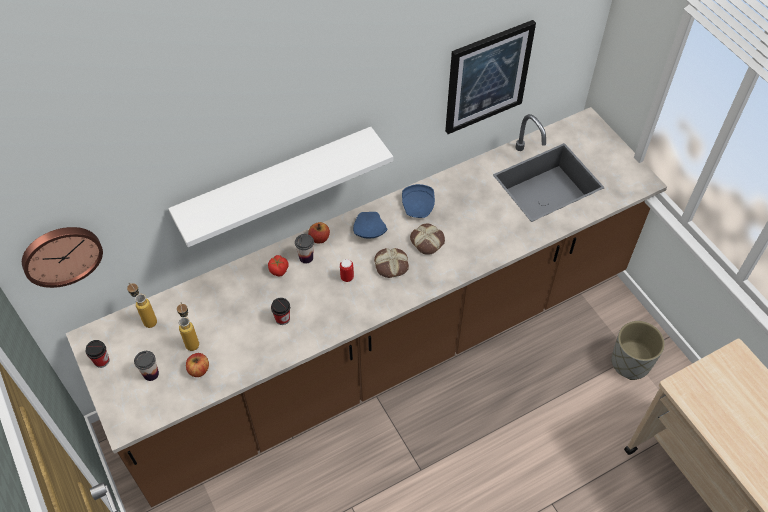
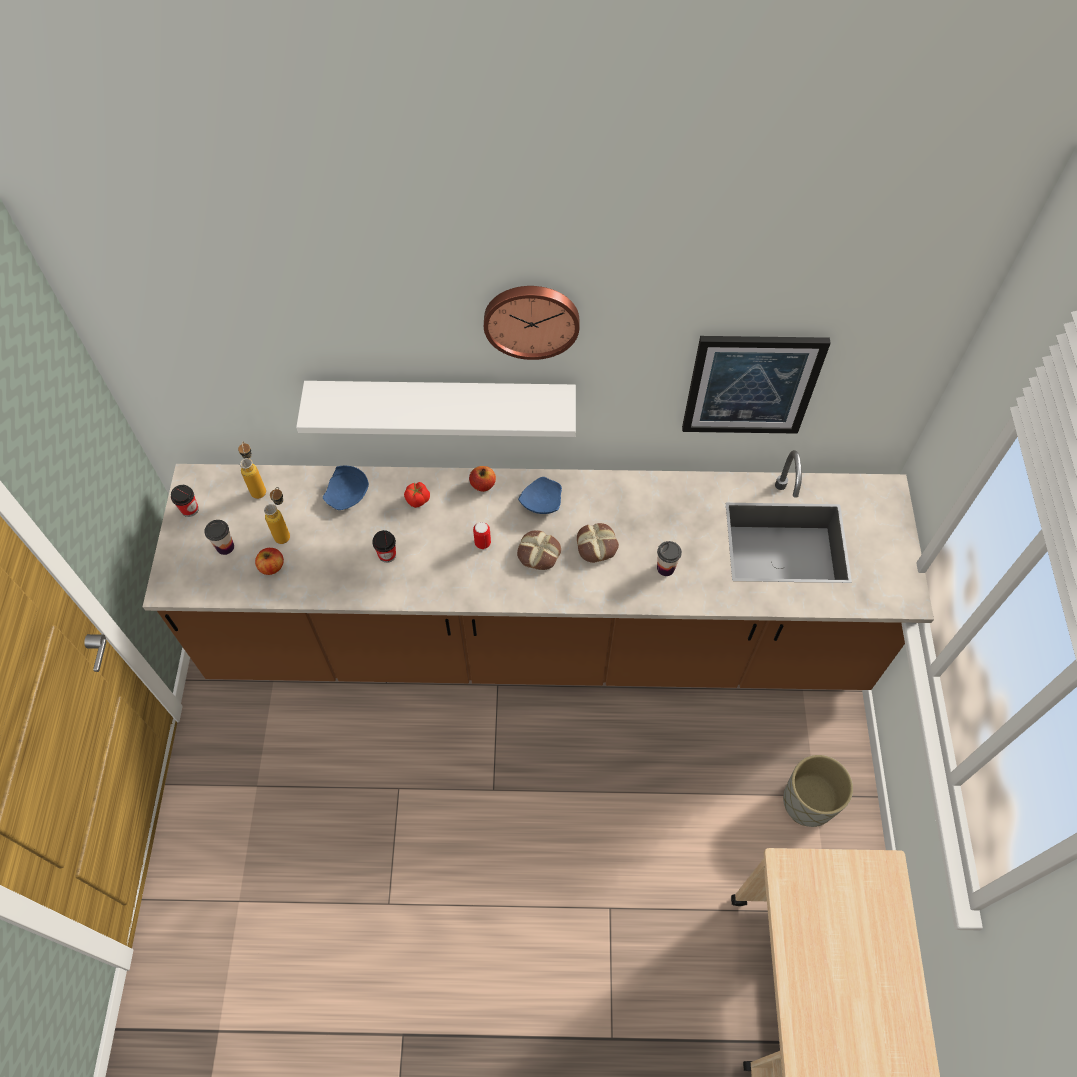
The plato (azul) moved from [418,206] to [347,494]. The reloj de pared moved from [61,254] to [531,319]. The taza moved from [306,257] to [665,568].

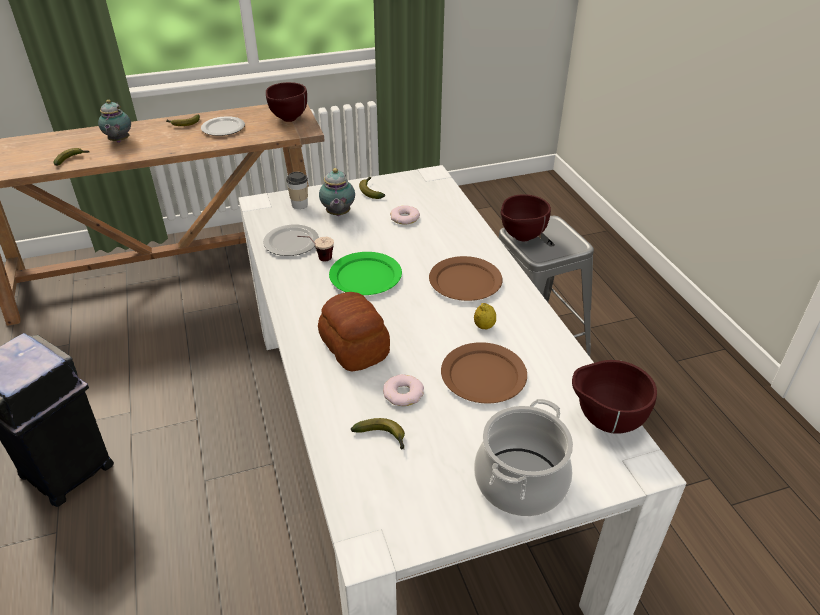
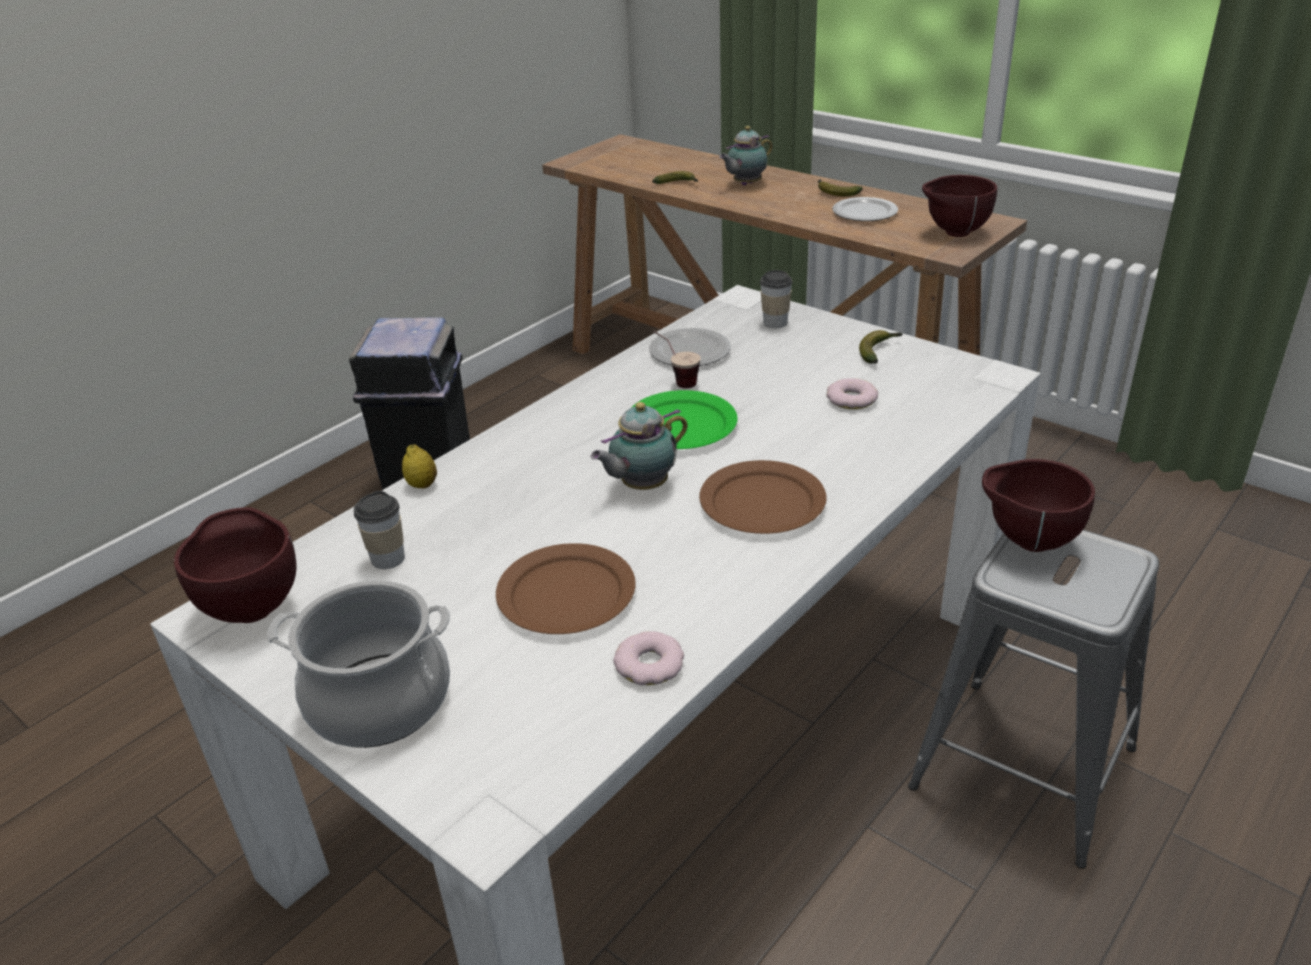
The tetera moved from [338,214] to [641,486]. The pan at [355,347] disappeared. The limón moved from [484,326] to [422,485]. The cuenco (marrón) moved from [604,421] to [253,607]. The rosquilla moved from [403,393] to [650,665]. The plátano at [383,437] was replaced by the taza at [388,559].

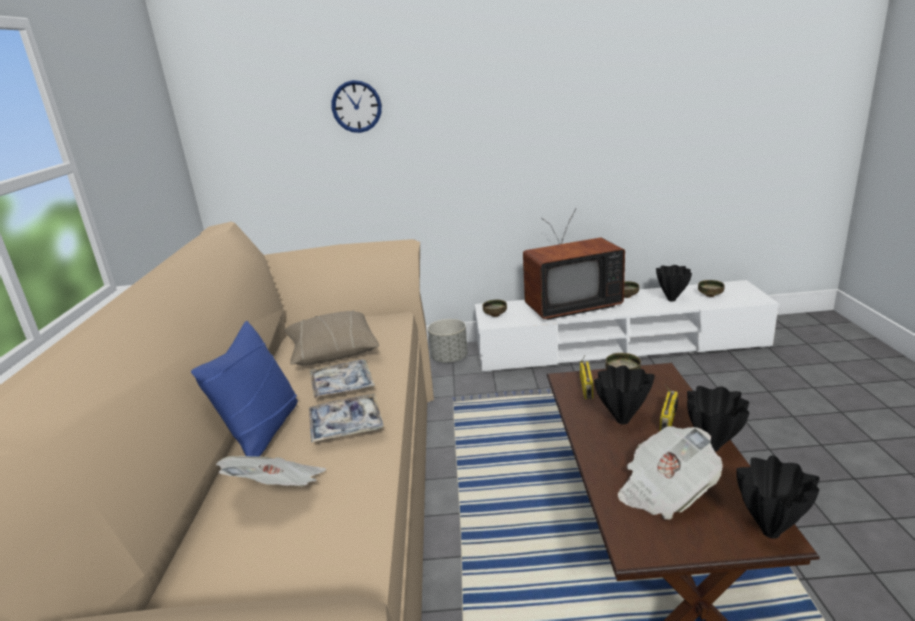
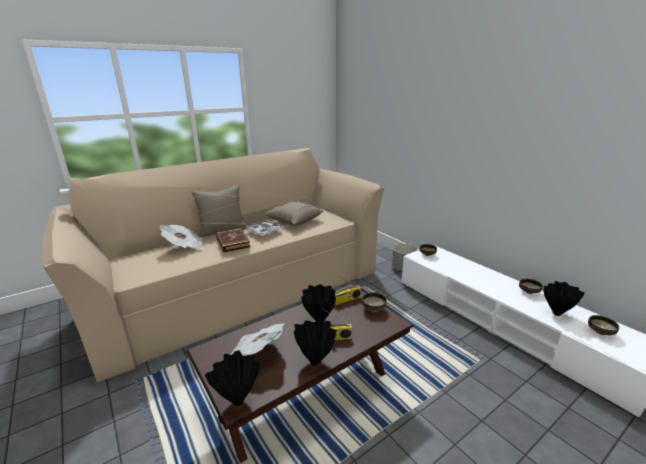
The reloj de pared at [356,106] disappeared. The televisor at [569,306] disappeared. The cojín (azul) at [263,431] became the cojín (beis) at [222,230]. The bandeja at [346,425] was replaced by the libro at [233,242].

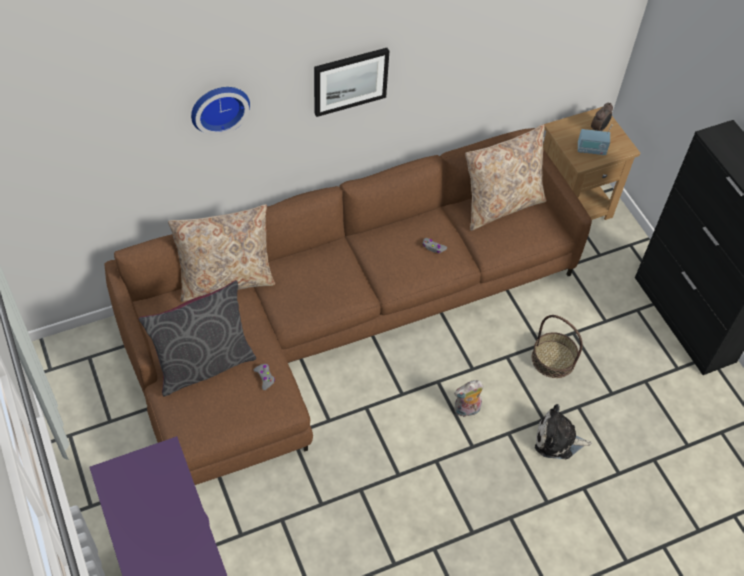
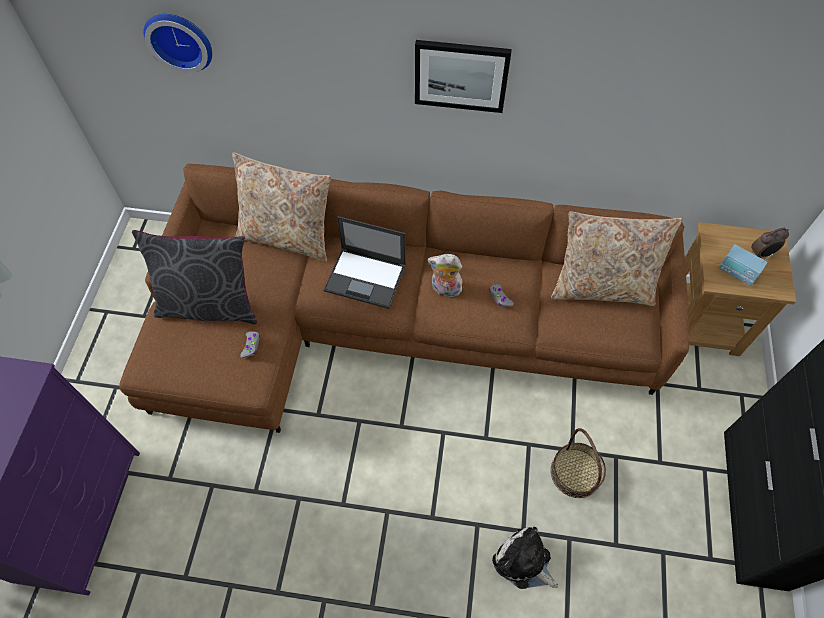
The reloj de pared moved from [218,106] to [180,39]. The peluche moved from [466,410] to [445,290]. The portátil at [366,278] appeared.

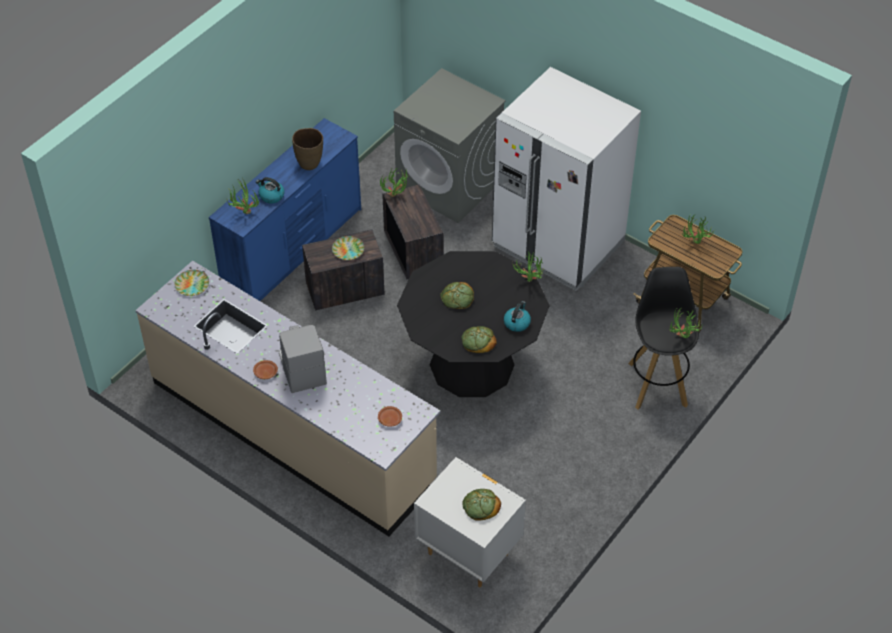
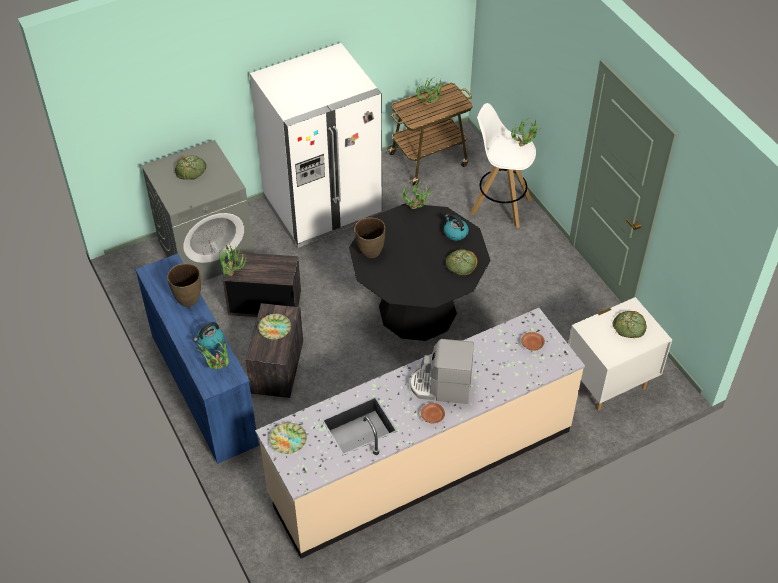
The taburete (negro) at [657,383] became the taburete (blanco) at [500,206]. The pan moved from [457,298] to [191,169]. The florero (marrón) at [370,252] appeared.

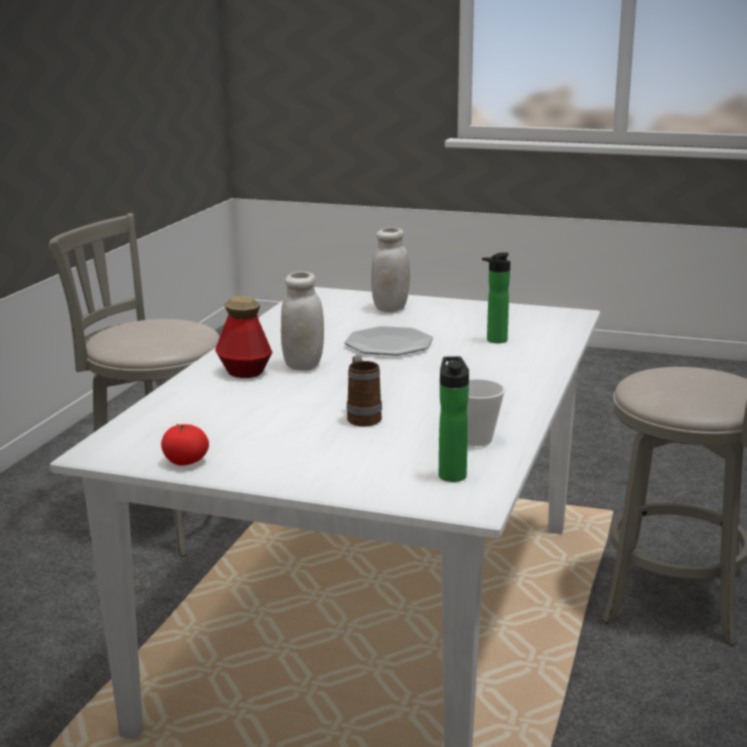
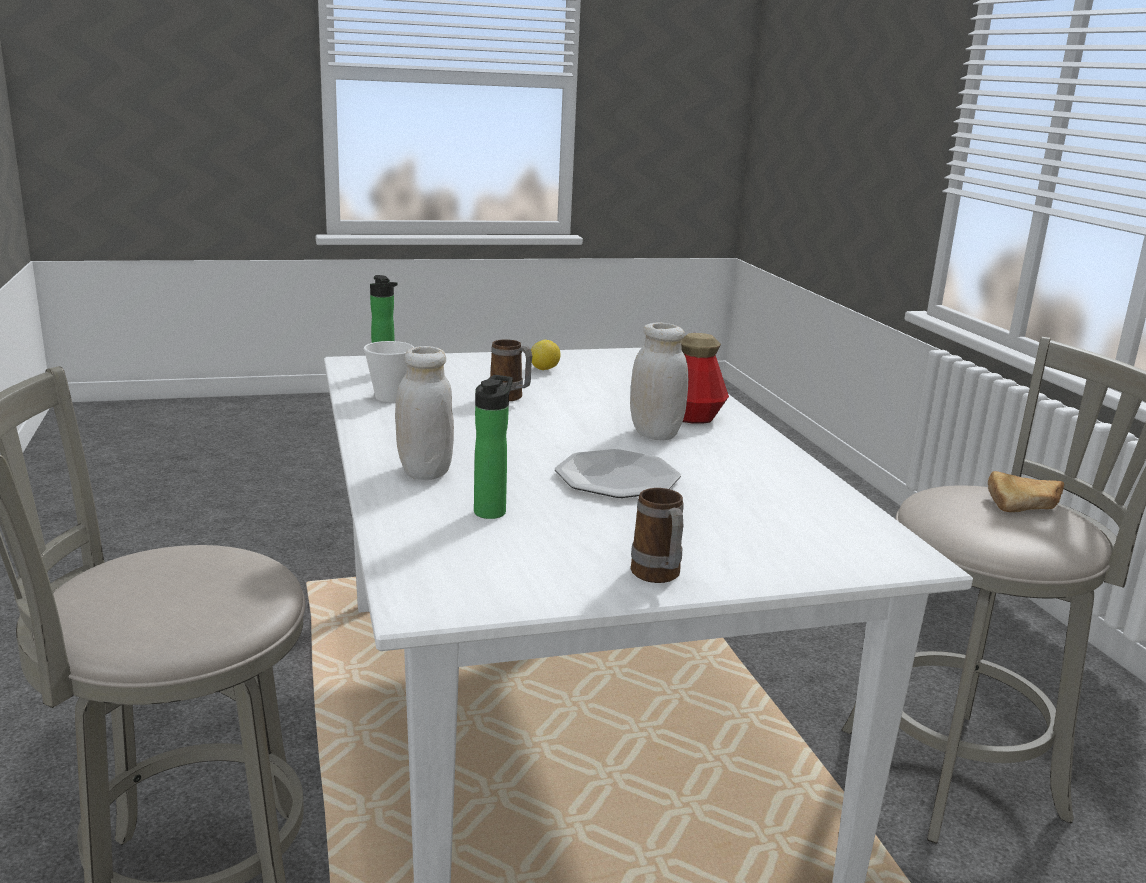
The tarro (blanco) moved from [390,308] to [425,472]. The tomate at [185,462] disappeared. The limón at [545,369] appeared. The pan at [1026,505] appeared. The taza grande at [658,577] appeared.

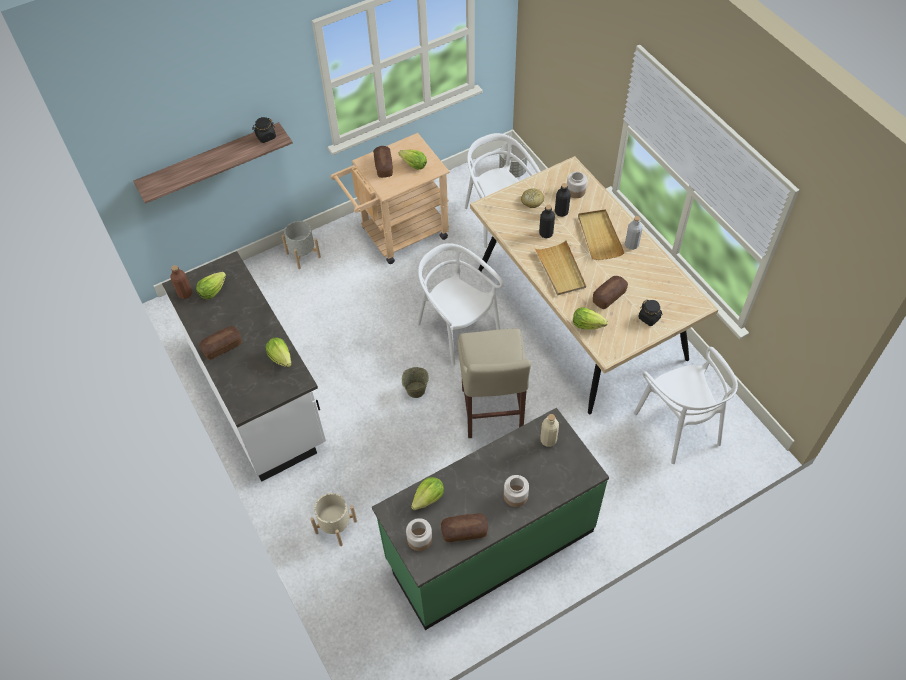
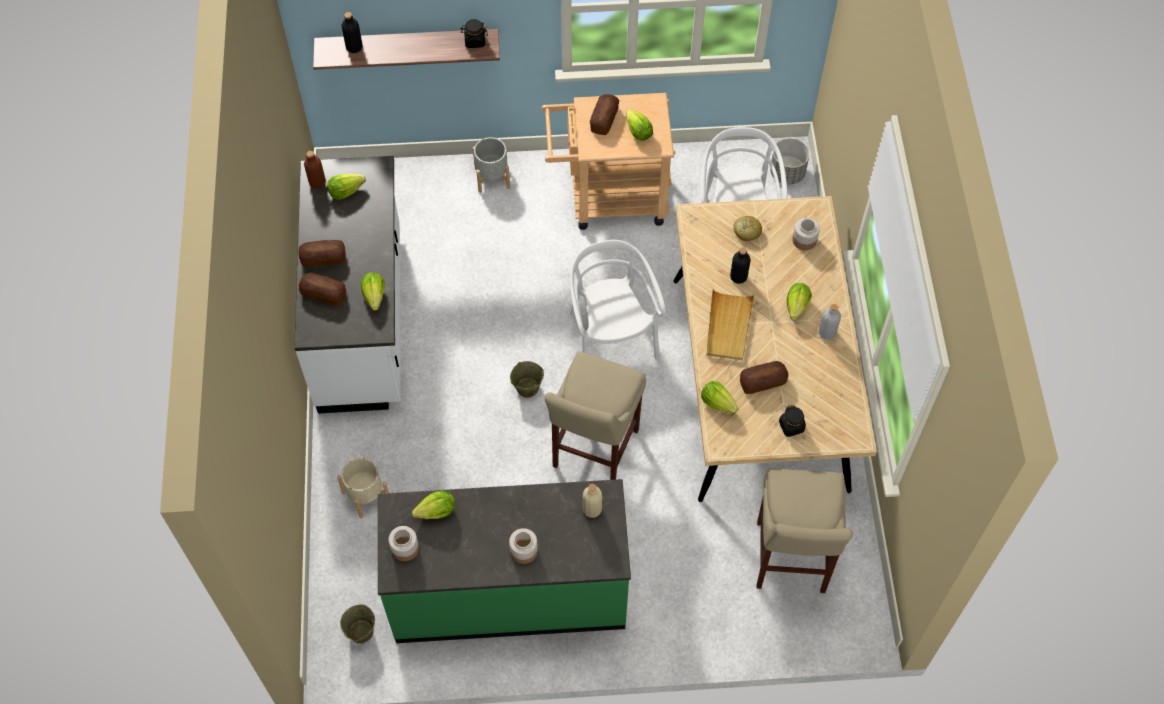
The botella (negro) moved from [561,212] to [354,47]. The bandeja (beis) at [599,236] was replaced by the lechuga at [796,306]. The silla (blanco) at [678,426] was replaced by the taburete (beis) at [790,561]. The pan moved from [464,531] to [324,294]. The cubo (beis) at [361,632] appeared.

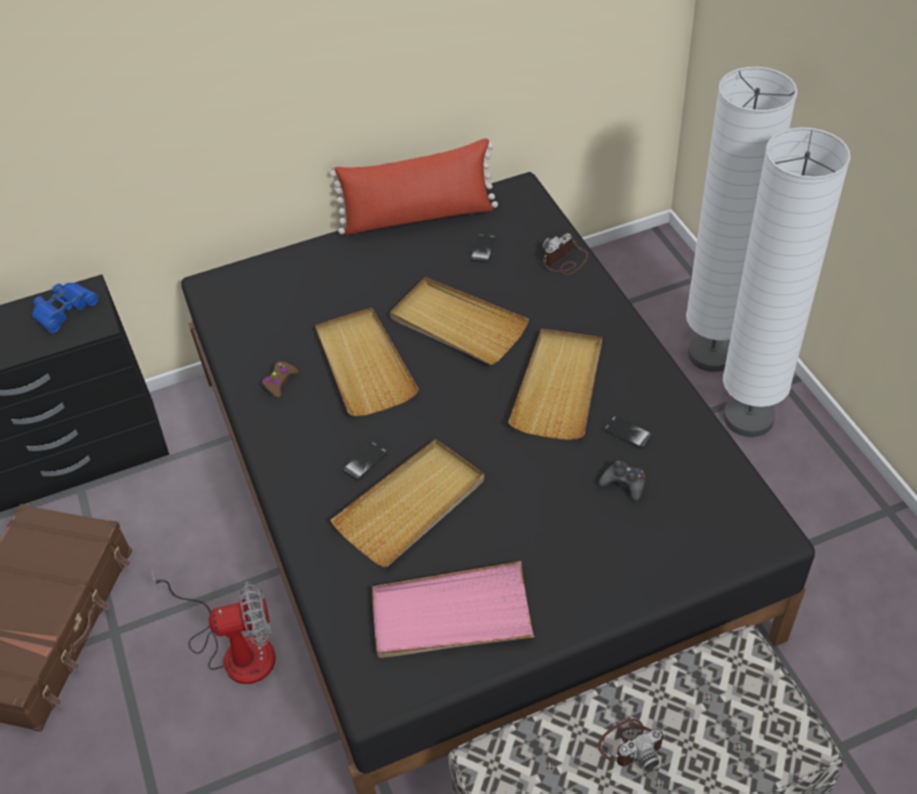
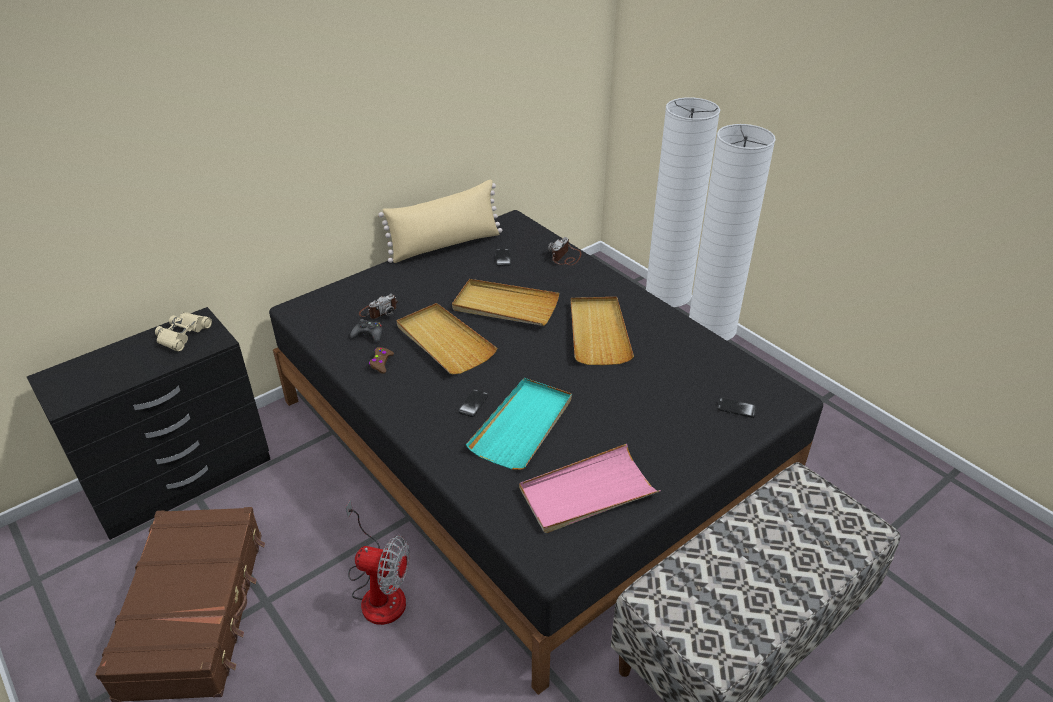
The cojín (rojo) at [418,217] became the cojín (beis) at [445,245]. The prismáticos (azul) at [64,310] became the prismáticos (beis) at [183,335]. The móvil moved from [628,433] to [736,408]. The bandeja (beis) at [411,505] became the bandeja (turquesa) at [523,426]. The mando de consola (negro) moved from [624,483] to [368,335]. The ventilador at [235,649] turned 45 degrees clockwise. The cámara moved from [631,745] to [379,311].

